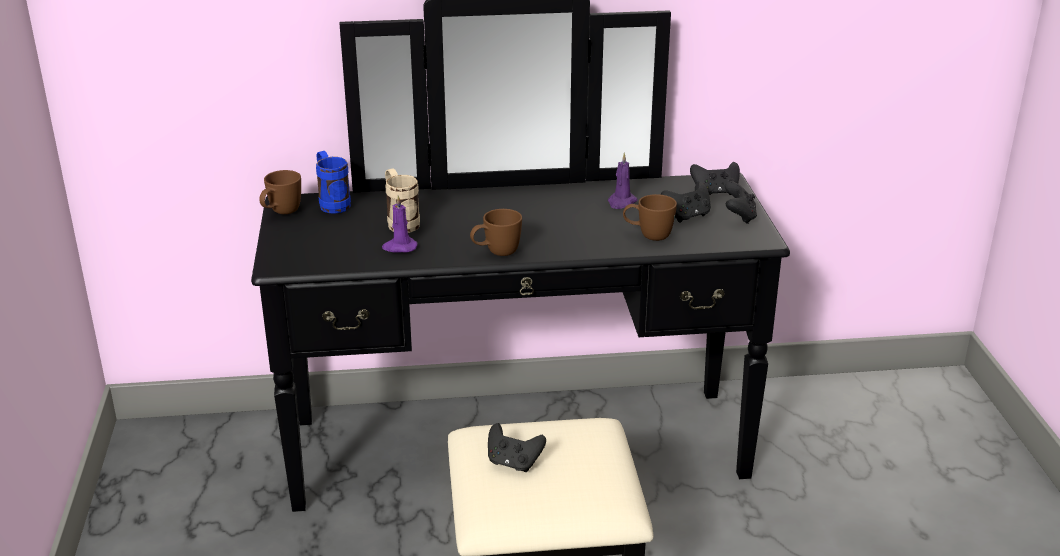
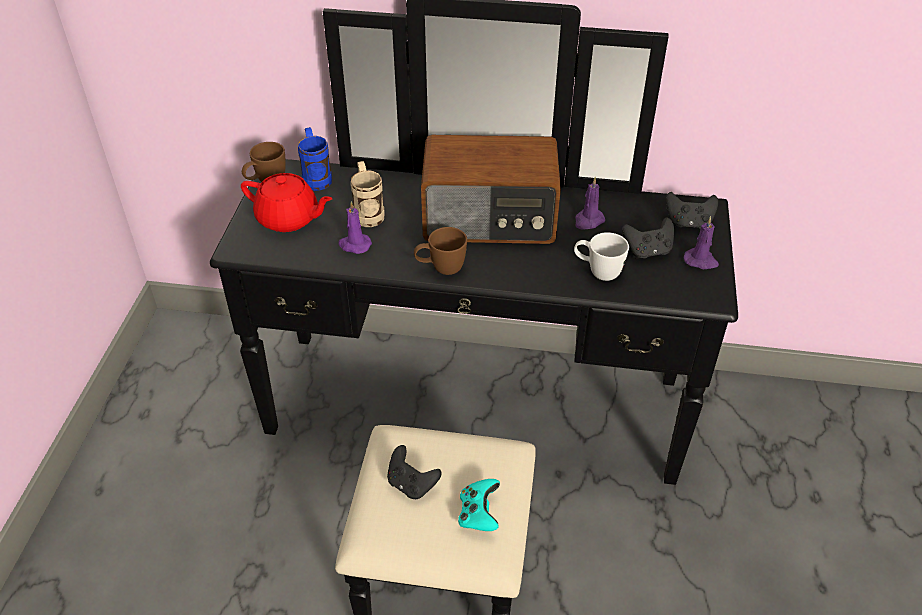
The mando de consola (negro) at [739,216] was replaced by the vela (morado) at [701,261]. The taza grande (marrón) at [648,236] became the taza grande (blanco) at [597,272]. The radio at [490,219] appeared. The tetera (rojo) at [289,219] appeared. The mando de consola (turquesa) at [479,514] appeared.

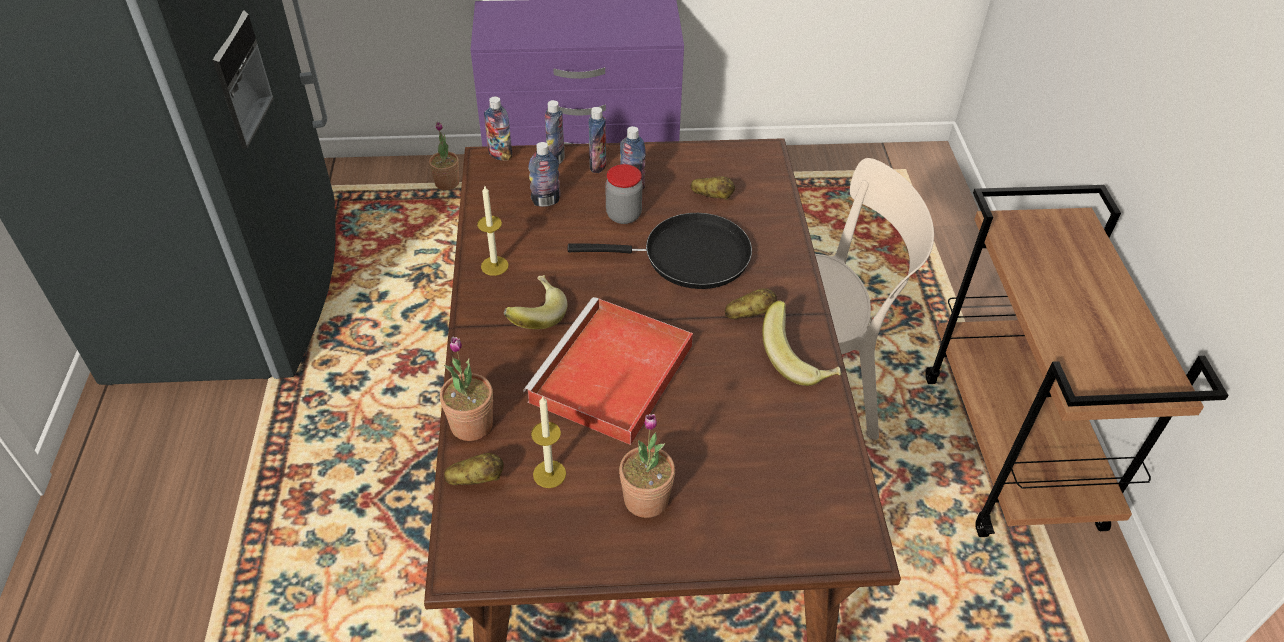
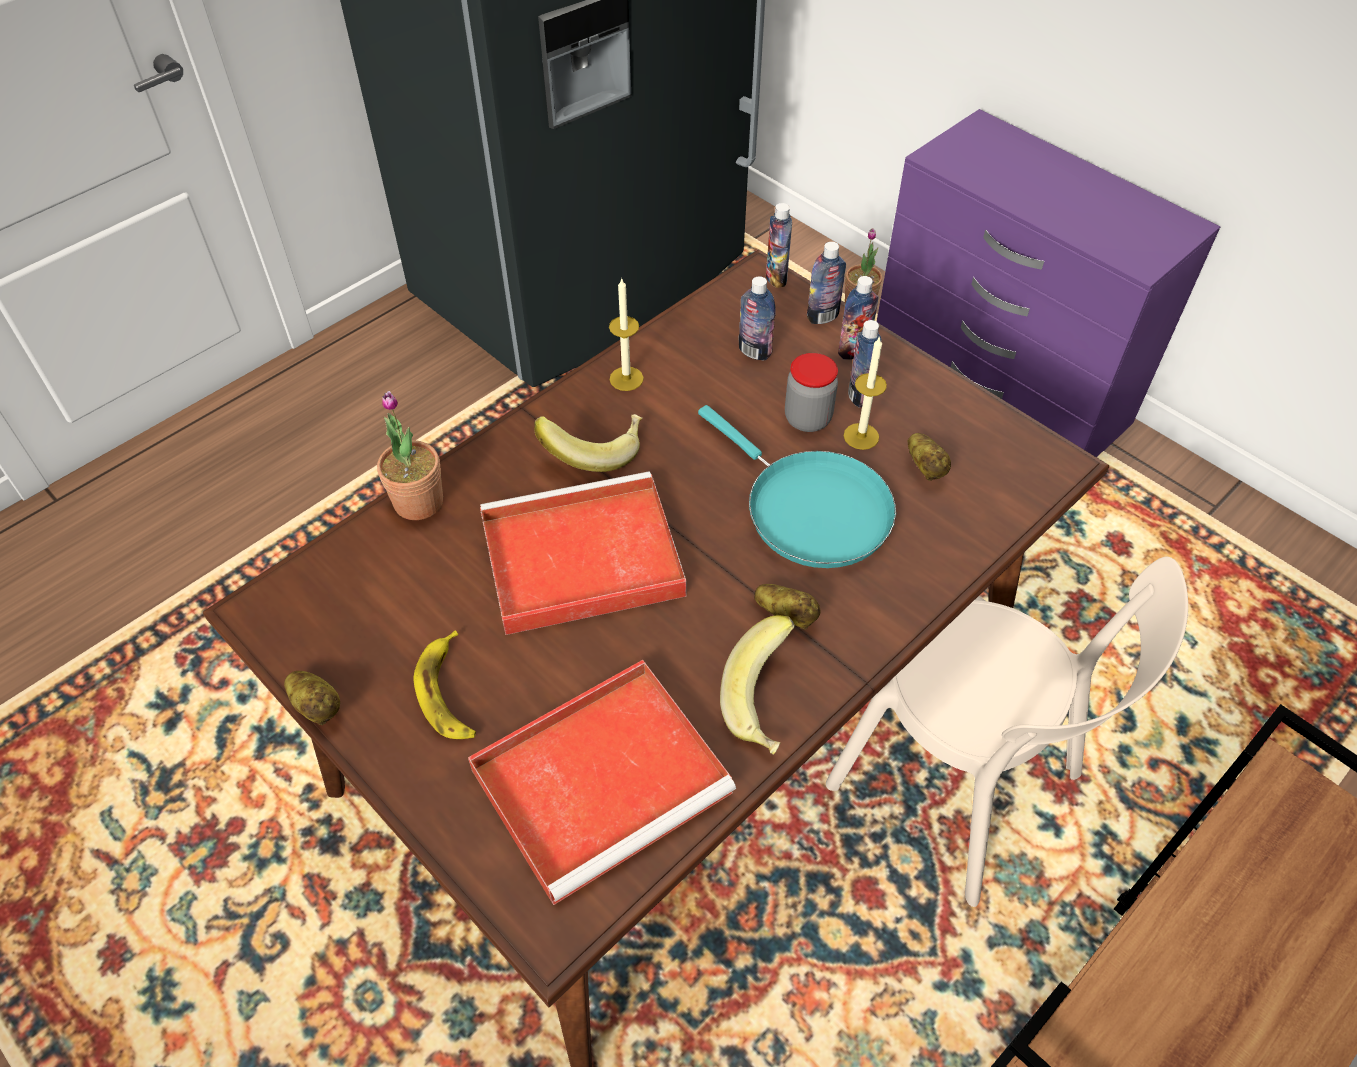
The sartén (negro) at [688,257] became the sartén (turquesa) at [810,508]. The vela moved from [549,474] to [861,436]. The planta en maceta at [646,499] was replaced by the plátano at [449,693]. The patata moved from [476,479] to [317,705]. The bandeja (rojo) at [604,778] appeared.

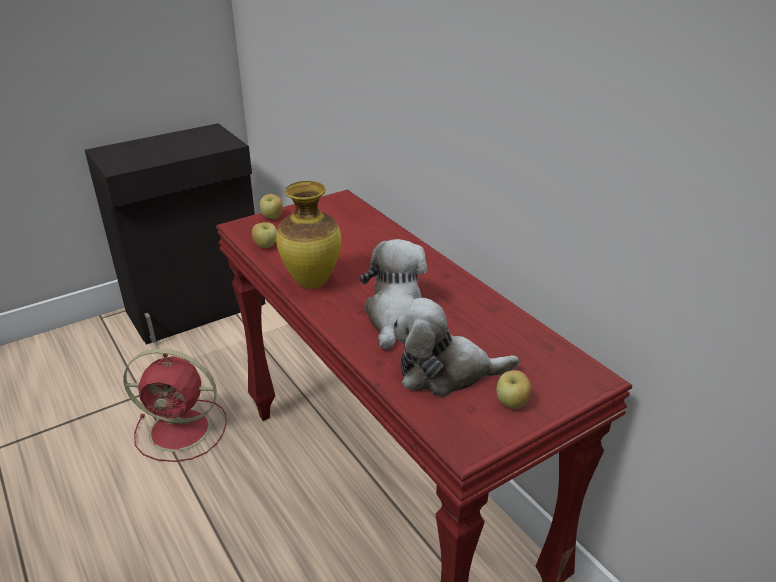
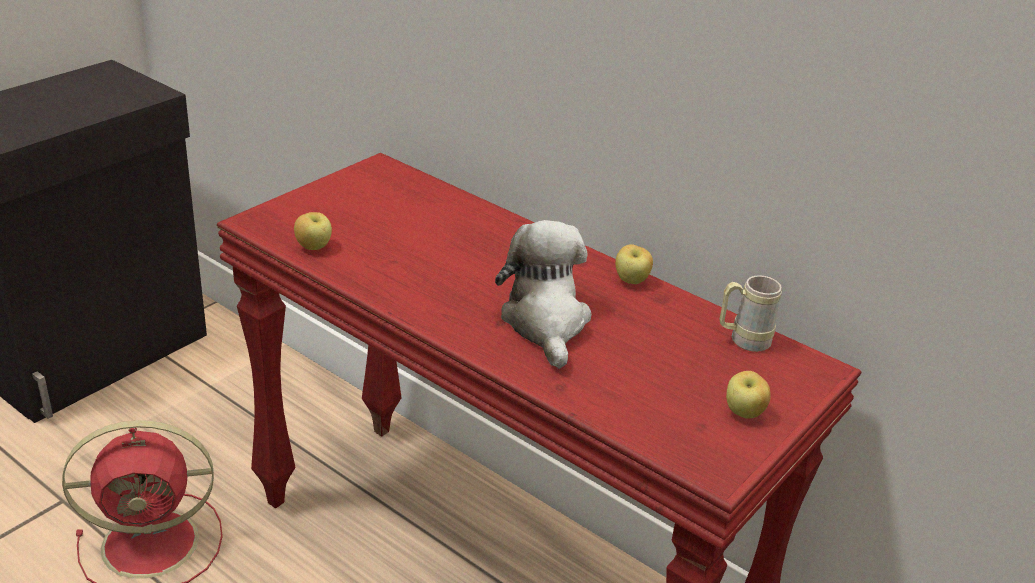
The florero at [312,283] disappeared. The manzana moved from [272,217] to [631,281]. The peluche at [446,372] disappeared. The taza grande (beis) at [742,340] appeared.

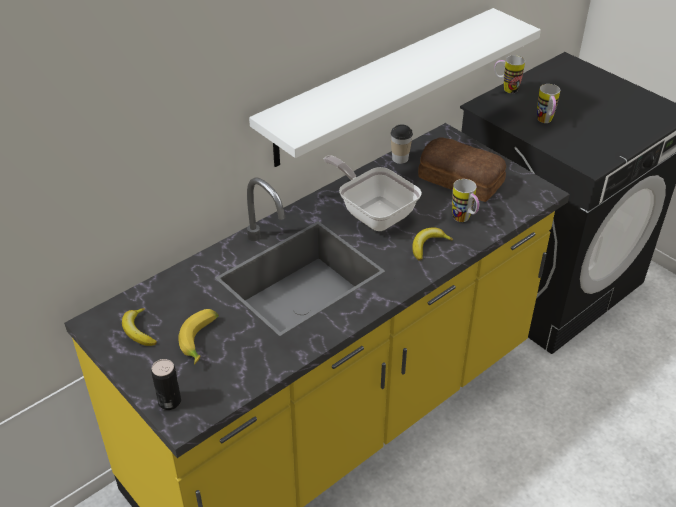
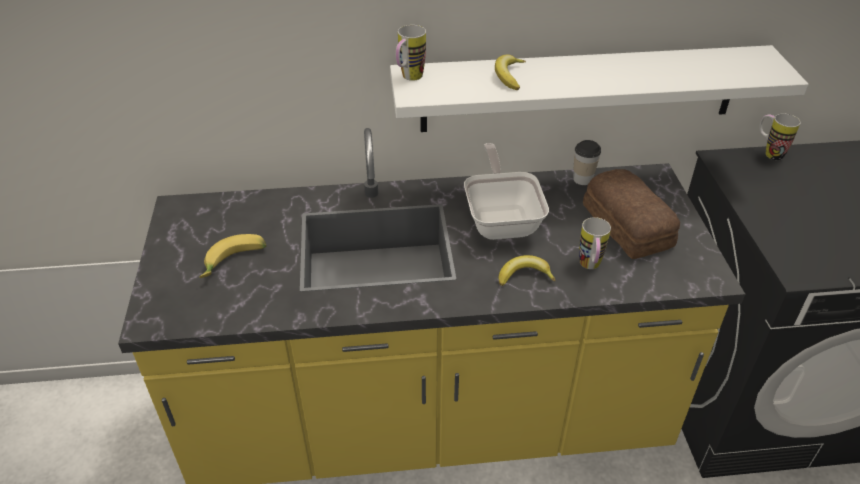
The taza grande moved from [545,122] to [409,78]. The plátano moved from [138,331] to [508,76]. The lata at [169,402] disappeared.

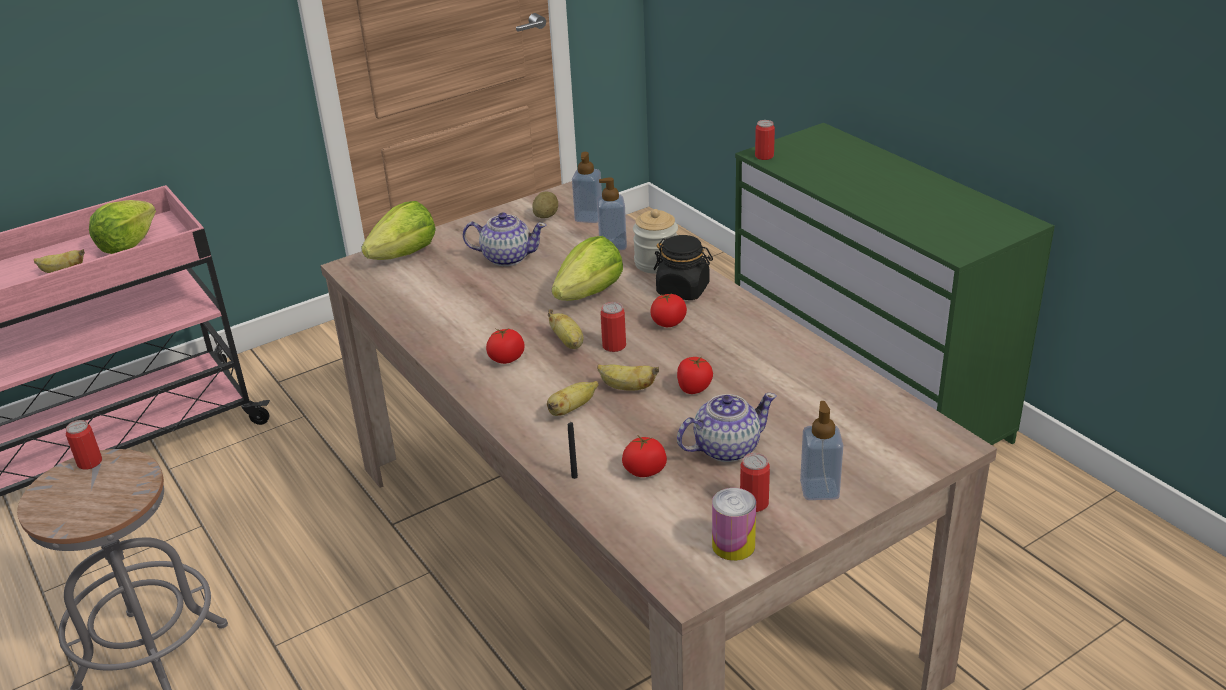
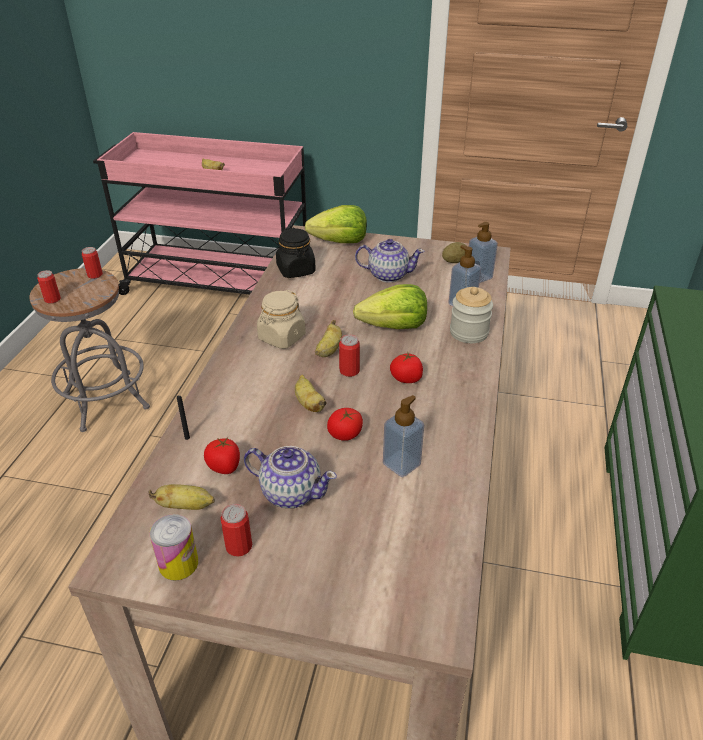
The lata moved from [764,156] to [52,299]. The lechuga at [127,244] disappeared. The tetera at [506,257] turned 45 degrees counterclockwise. The tarro (negro) moved from [683,290] to [296,270]. The tomate at [506,359] was replaced by the tarro (beis) at [281,337]. The plátano moved from [572,409] to [186,506]. The dispensador de jabón moved from [819,489] to [401,464].

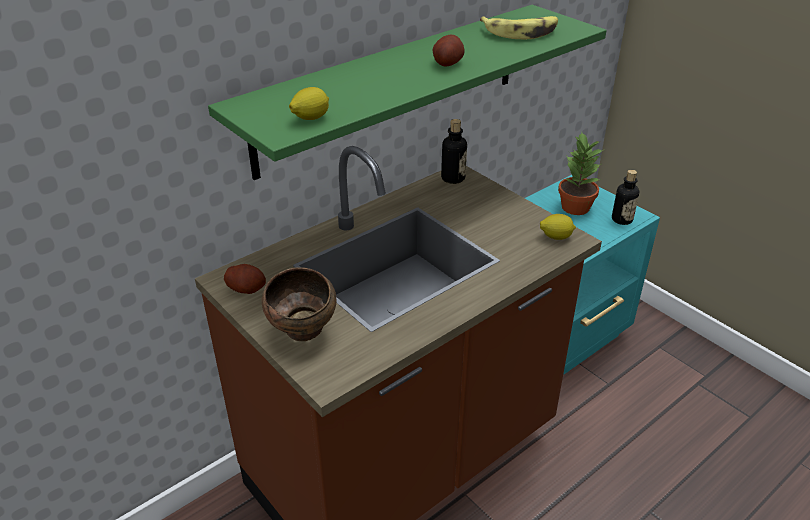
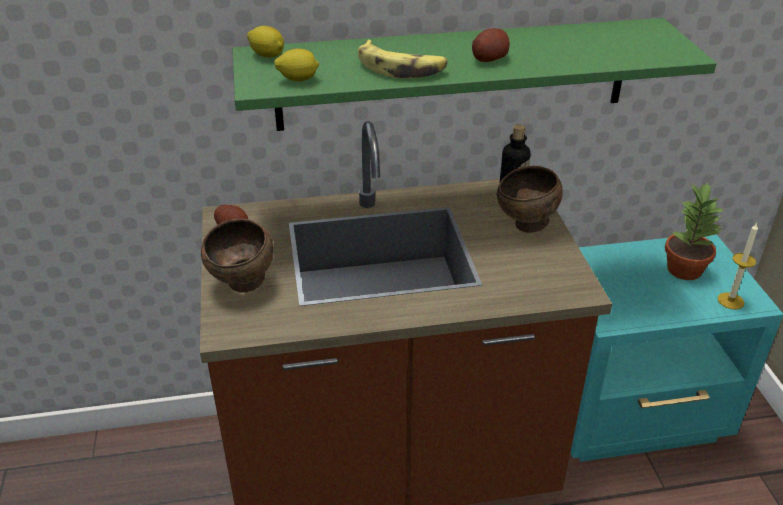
The plátano moved from [521,32] to [401,68]. The botella at [622,219] was replaced by the vela at [730,301]. The limón moved from [556,237] to [267,56]. The cuenco (marrón) at [526,226] appeared.

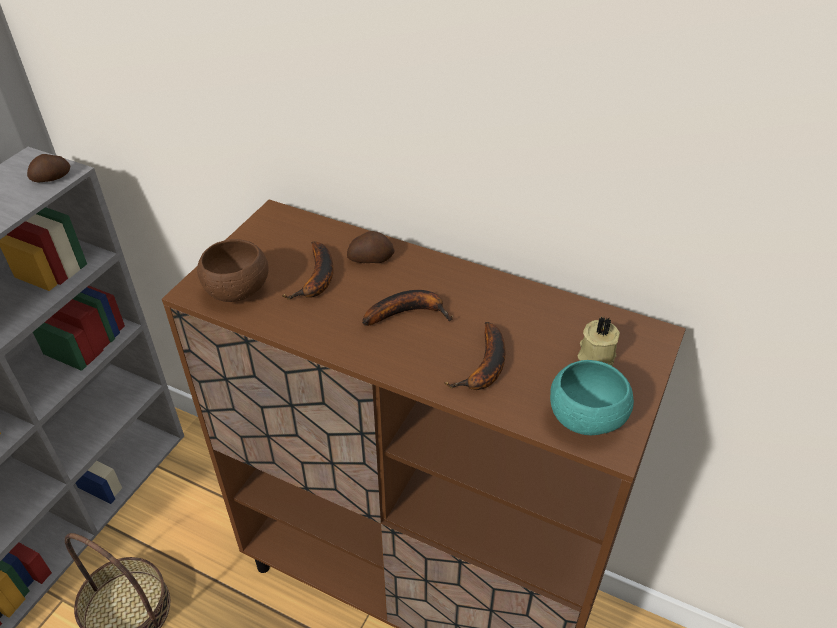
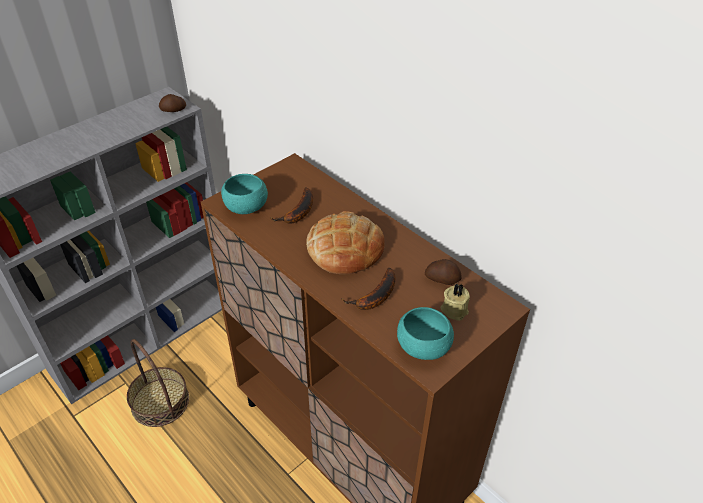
The patata moved from [370,258] to [442,279]. The cuenco (marrón) at [237,291] became the cuenco (turquesa) at [246,208]. The plátano at [409,312] was replaced by the pan at [345,249].

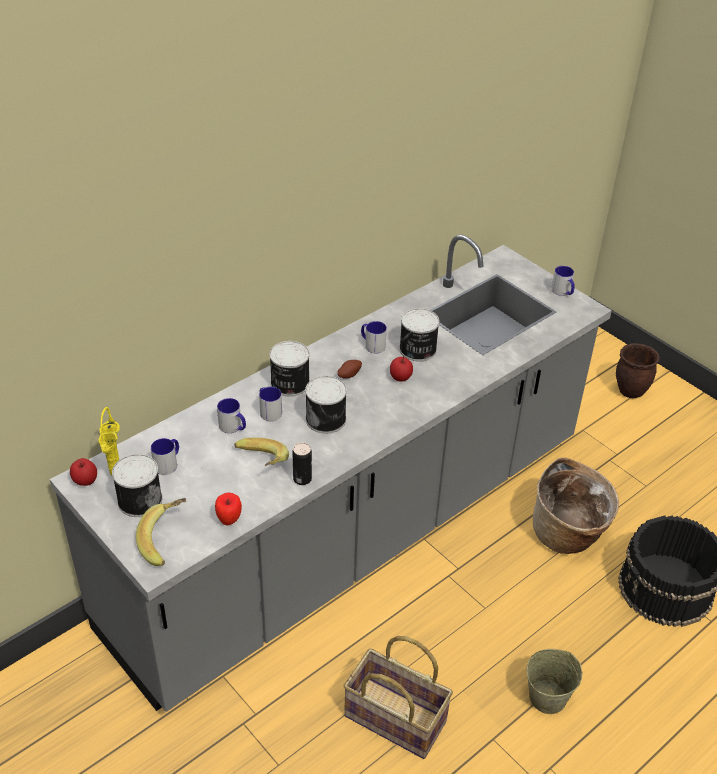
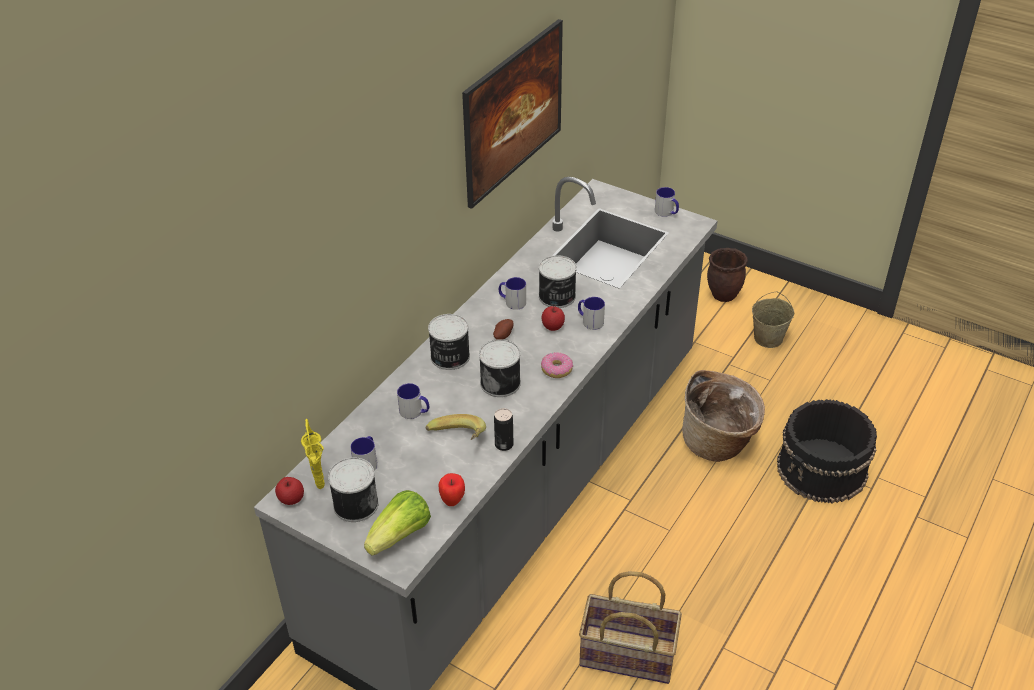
The taza grande moved from [268,411] to [589,321]. The plátano at [166,540] was replaced by the lechuga at [400,535]. The cubo (beis) moved from [548,697] to [768,338]. The cuadro at [514,139] appeared. The rosquilla at [557,369] appeared.

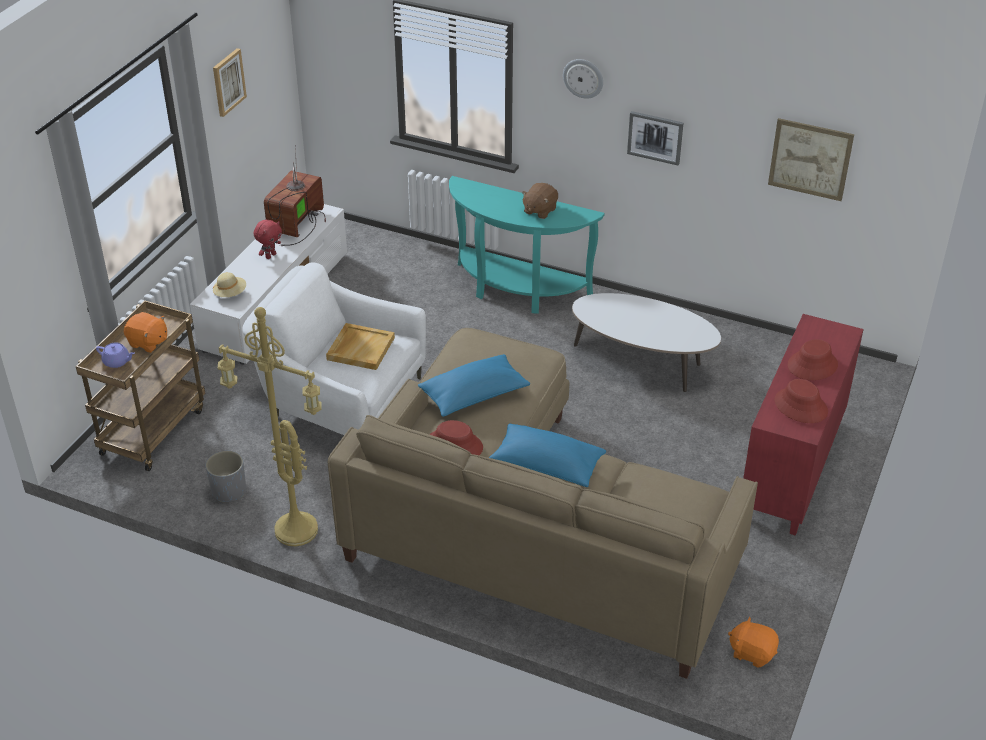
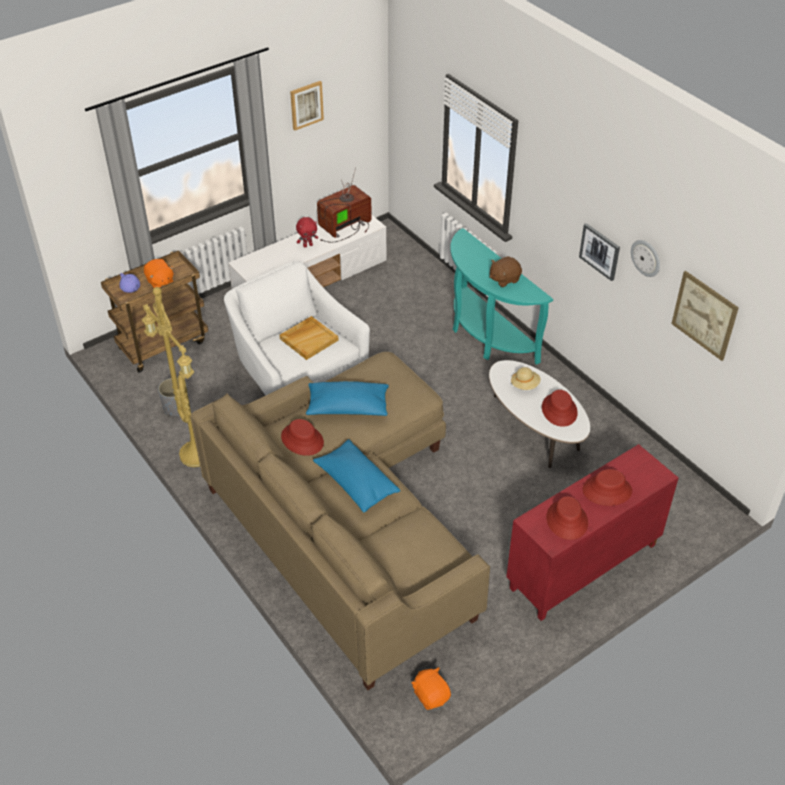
The reloj de pared moved from [583,78] to [646,258]. The sombrero (beis) moved from [230,293] to [525,385]. The sombrero (rojo) at [559,410] appeared.

